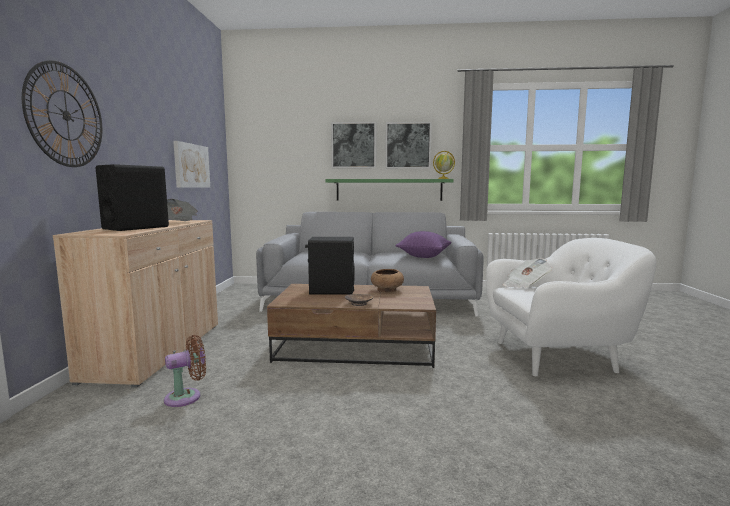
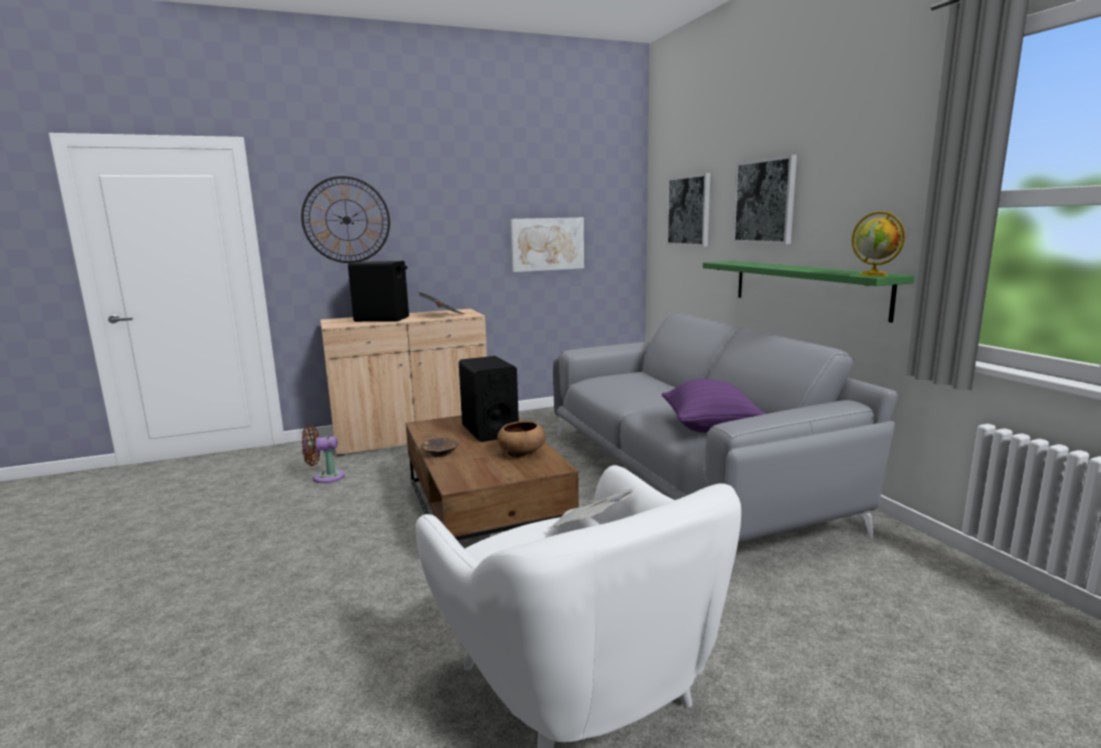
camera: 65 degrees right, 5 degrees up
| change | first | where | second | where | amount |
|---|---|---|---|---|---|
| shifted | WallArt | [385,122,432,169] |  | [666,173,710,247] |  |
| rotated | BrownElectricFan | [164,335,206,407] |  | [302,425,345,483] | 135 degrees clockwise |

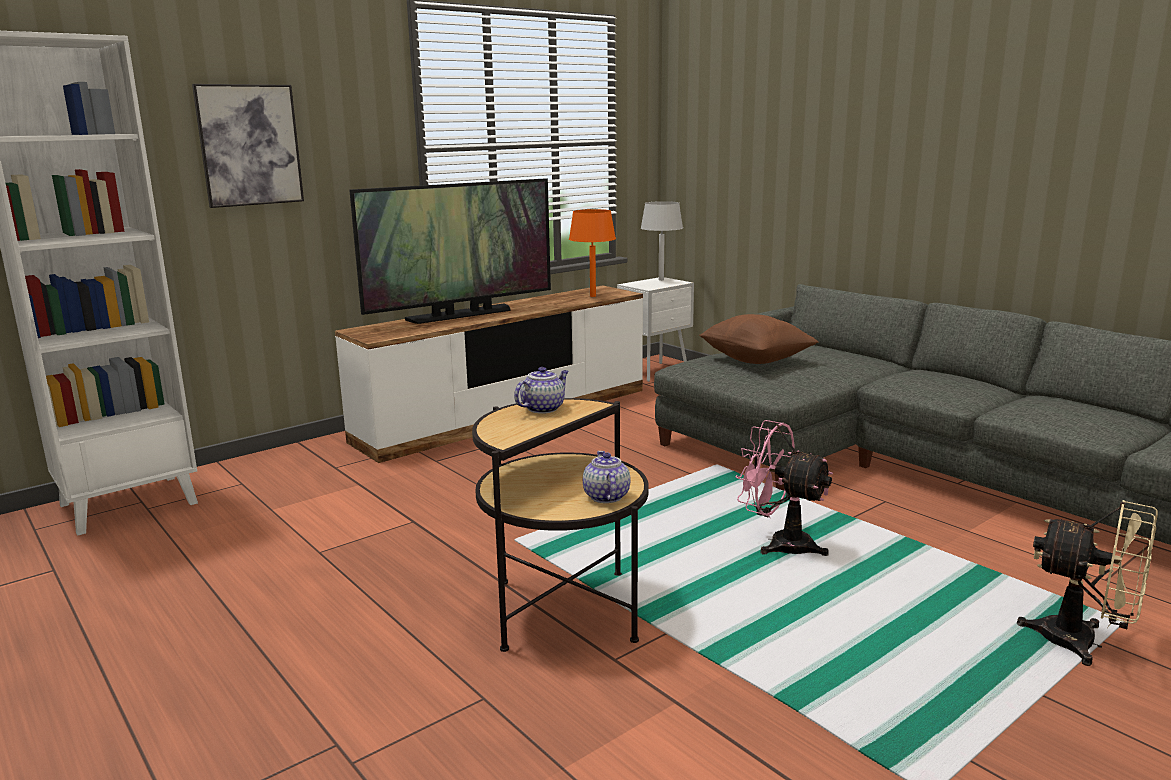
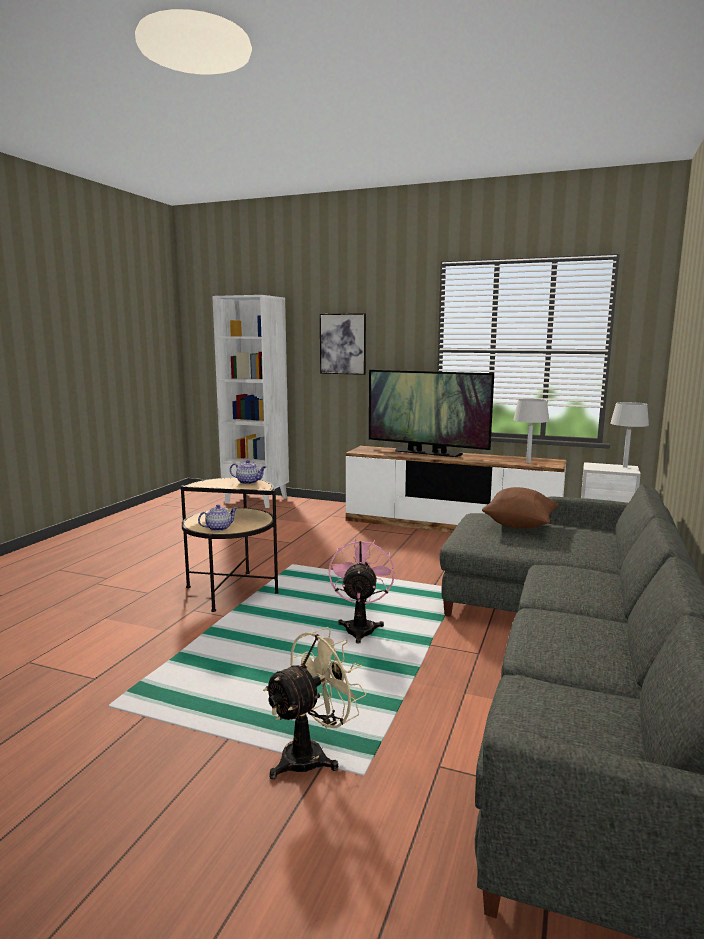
camera: 60 degrees right, 5 degrees down
| change | first | where | second | where | amount |
|---|---|---|---|---|---|
| repainted | OrangeTableLamp | [569,209,616,297] | GreyishTableLamp | [513,399,549,463] |  |
| rotated | BeigeElectricFan | [1017,500,1158,666] |  | [263,627,367,779] | 135 degrees counterclockwise |

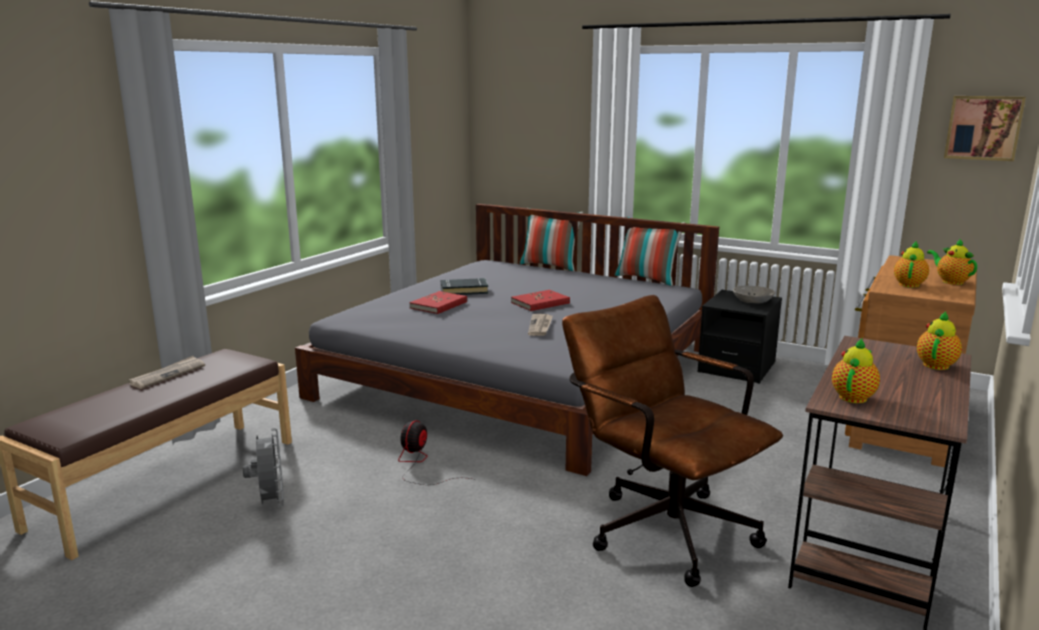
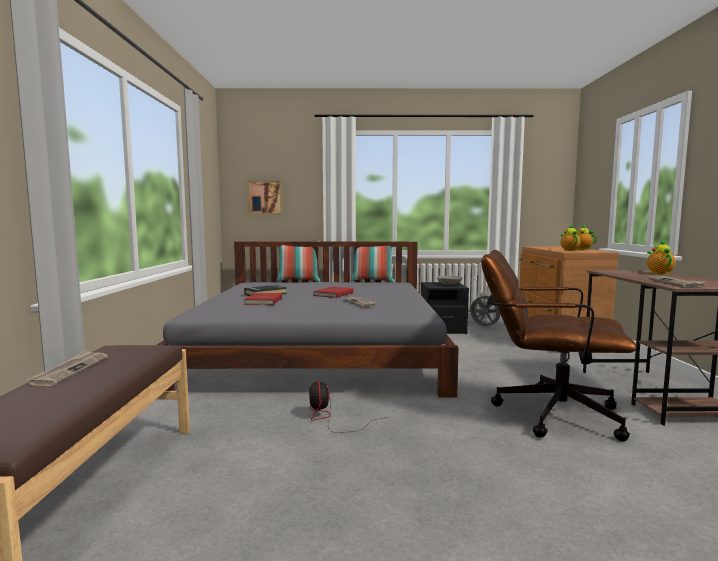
camera: 30 degrees left, 10 degrees down
| change | first | where | second | where | amount |
|---|---|---|---|---|---|
| shifted | WallArt | [944,96,1026,161] |  | [248,181,282,215] |  |
| swapped | PotForTea | [832,338,880,403] | Newspaper | [647,276,707,288] |  |
| shifted | GreyishElectricFan | [243,428,284,507] |  | [470,294,501,327] |  |

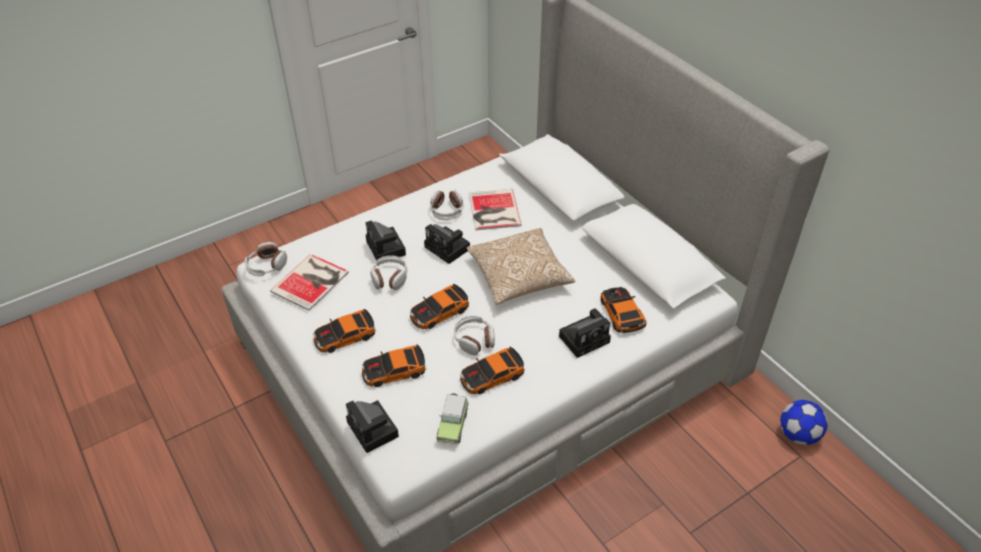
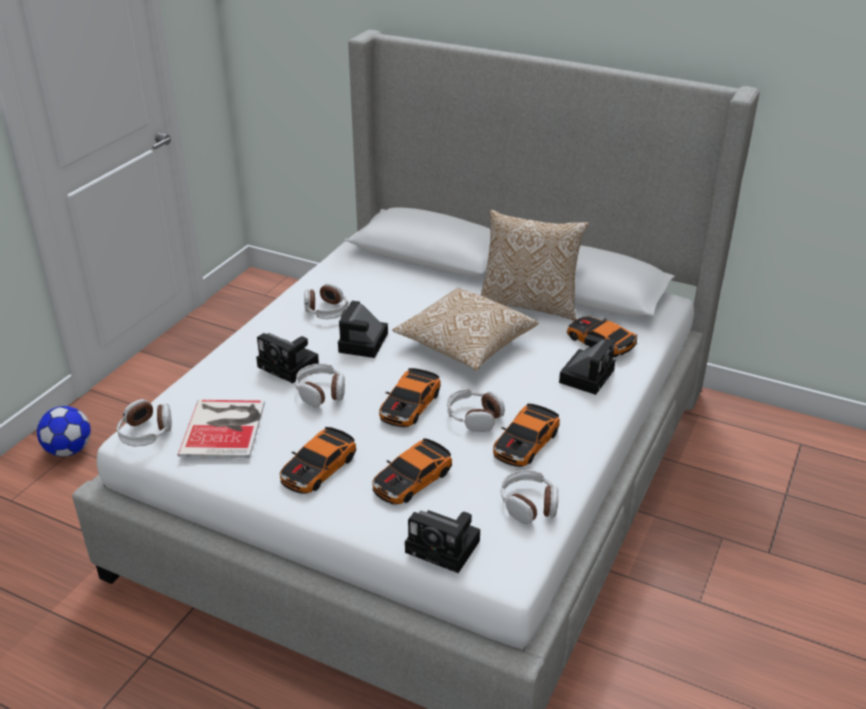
camera: 30 degrees left, 10 degrees down
| change | first | where | second | where | amount |
|---|---|---|---|---|---|
| gone | BoundBook | [469,189,522,230] |  |  |  |
| rotated | PhotoCamera | [424,224,470,264] |  | [338,301,388,358] | 90 degrees clockwise |
| swapped | MiniatureCar | [436,393,469,445] | Headset | [501,470,558,524] |  |
| shifted | Football | [780,400,828,445] |  | [37,406,91,457] |  |
| new |  |  | ThrowPillow | [481,210,589,321] |  |

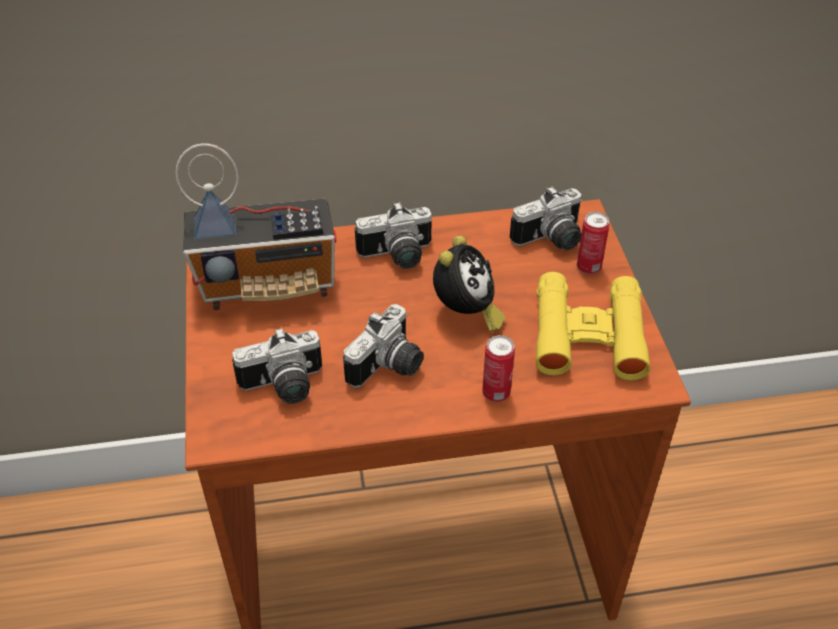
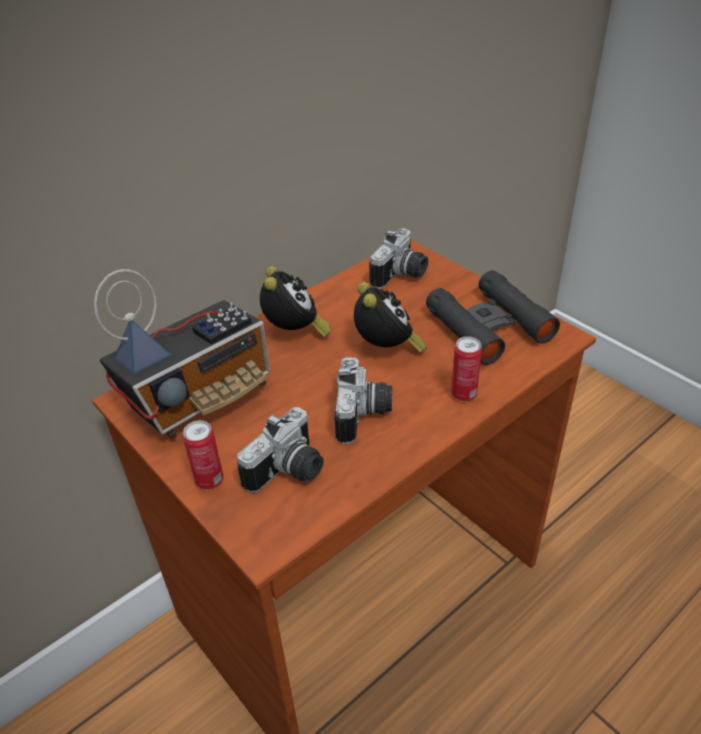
camera: 30 degrees left, 5 degrees down
| change | first | where | second | where | amount |
|---|---|---|---|---|---|
| swapped | PhotoCamera | [355,202,432,269] | TableClock | [260,266,331,338] |  |
| shifted | Can | [577,212,609,274] |  | [183,420,224,490] |  |
| repainted | YellowFieldGlasses | [536,272,650,381] | BlackishFieldGlasses | [426,270,560,365] |  |

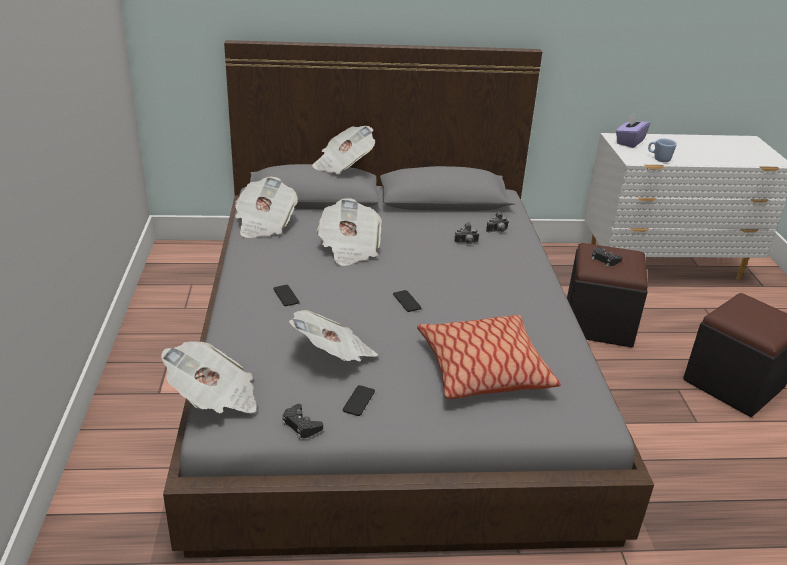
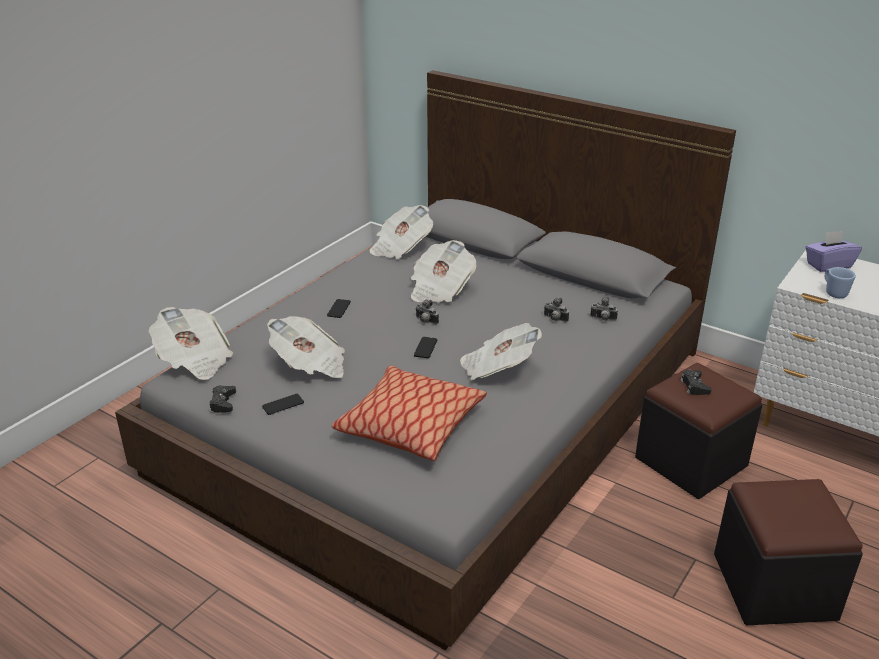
camera: 40 degrees right, 0 degrees up
| change | first | where | second | where | amount |
|---|---|---|---|---|---|
| shifted | Newspaper | [312,126,375,174] |  | [460,323,542,381] |  |
| new |  |  | PhotoCamera | [415,300,439,324] |  |

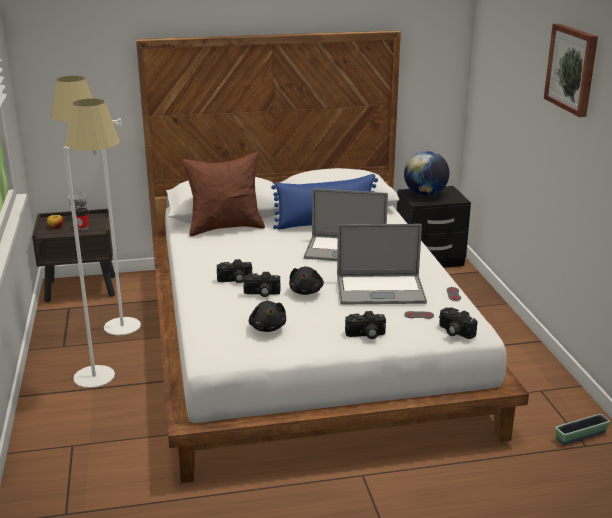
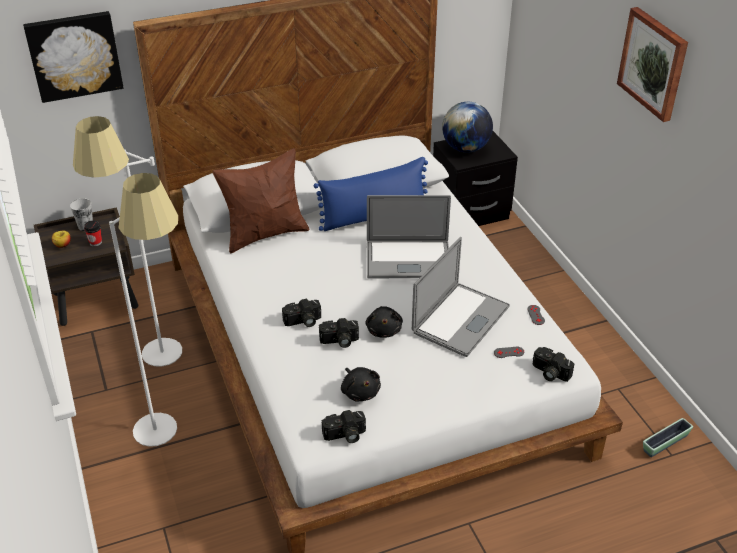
camera: 10 degrees left, 15 degrees up
| change | first | where | second | where | amount |
|---|---|---|---|---|---|
| rotated | PortableComputer | [337,224,427,305] |  | [412,237,510,357] | 45 degrees counterclockwise |
| shifted | PhotoCamera | [345,311,386,339] |  | [322,410,366,443] |  |
| new |  |  | WallArt | [23,11,124,103] |  |

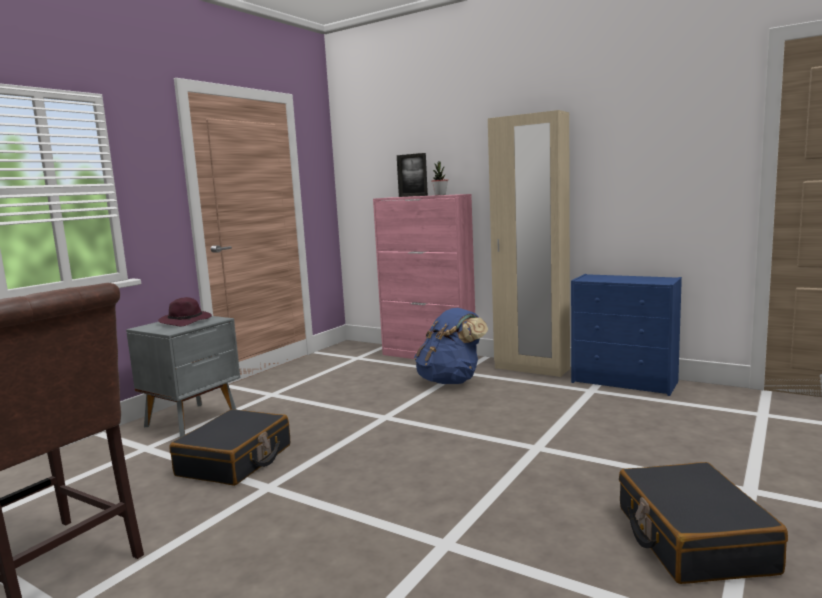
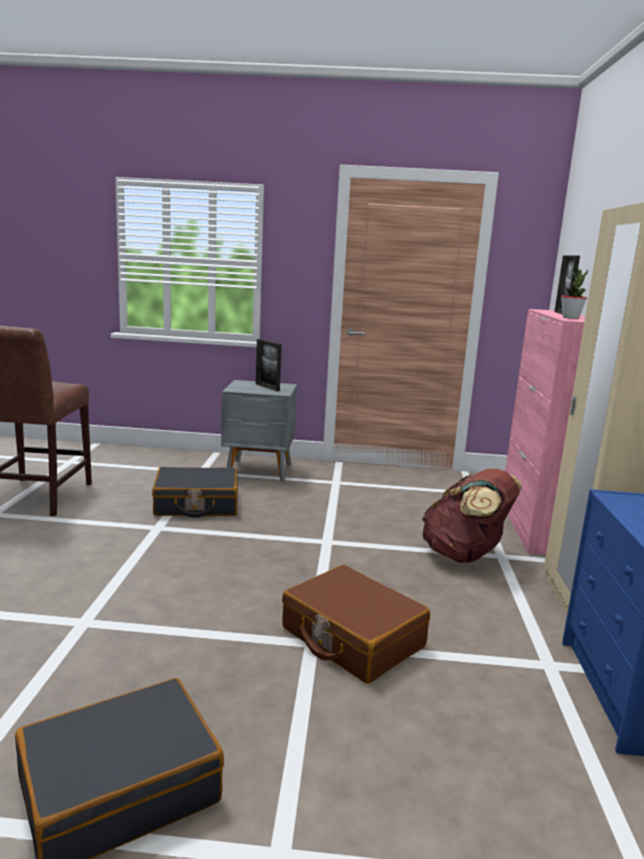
camera: 60 degrees right, 5 degrees up
| change | first | where | second | where | amount |
|---|---|---|---|---|---|
| swapped | PurplishClothingHat | [158,297,212,327] | StandingFrame | [256,339,282,391] |  |
| repainted | BlueColouredRucksack | [414,308,488,384] | BrownRucksack | [422,469,522,563] |  |
| new |  |  | BrownPieceOfLuggage | [282,565,430,684] |  |

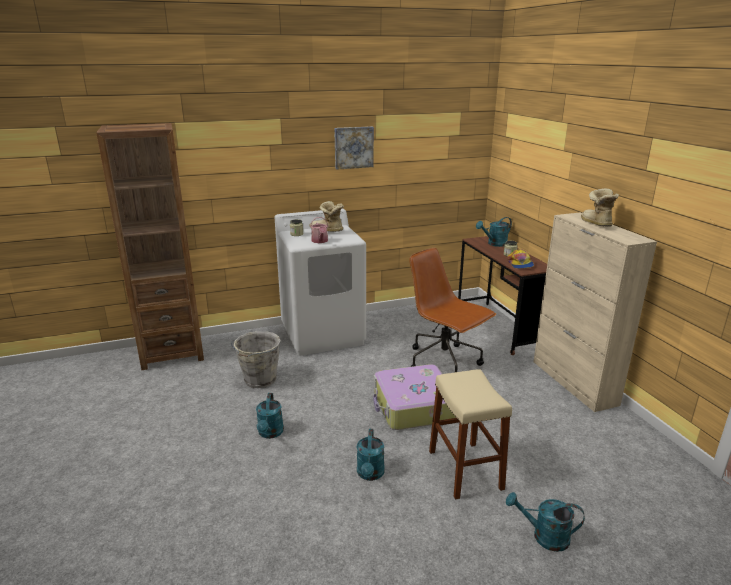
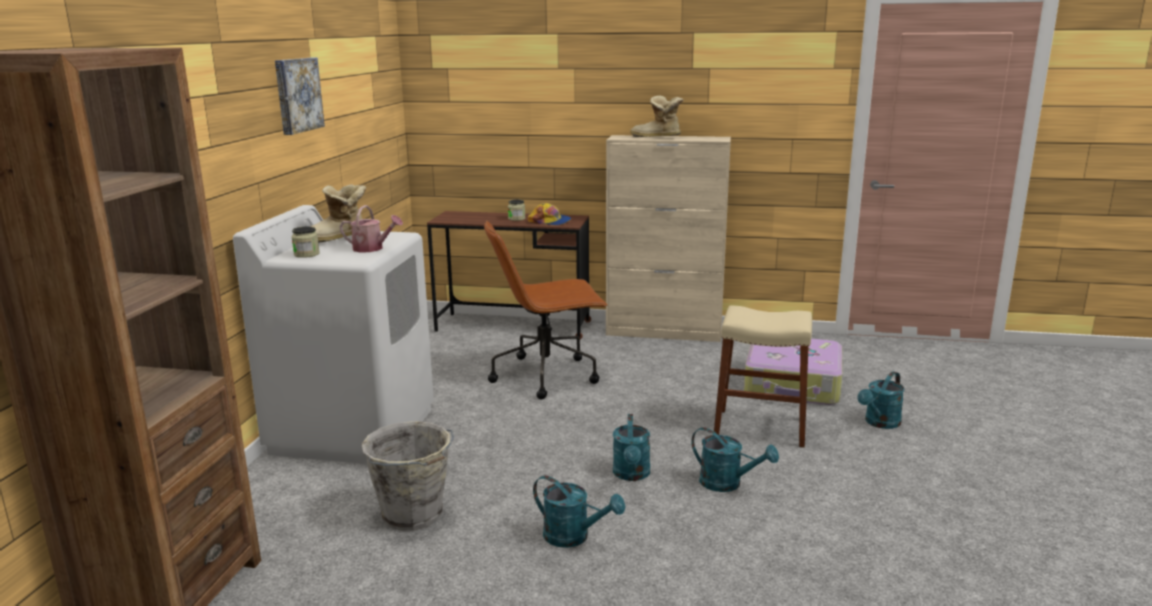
camera: 60 degrees left, 5 degrees down
| change | first | where | second | where | amount |
|---|---|---|---|---|---|
| shifted | TurquoiseSprinklingCan | [476,217,512,247] |  | [613,414,650,481] |  |
| shifted | PieceOfLuggage | [373,364,456,430] |  | [744,339,842,405] |  |

